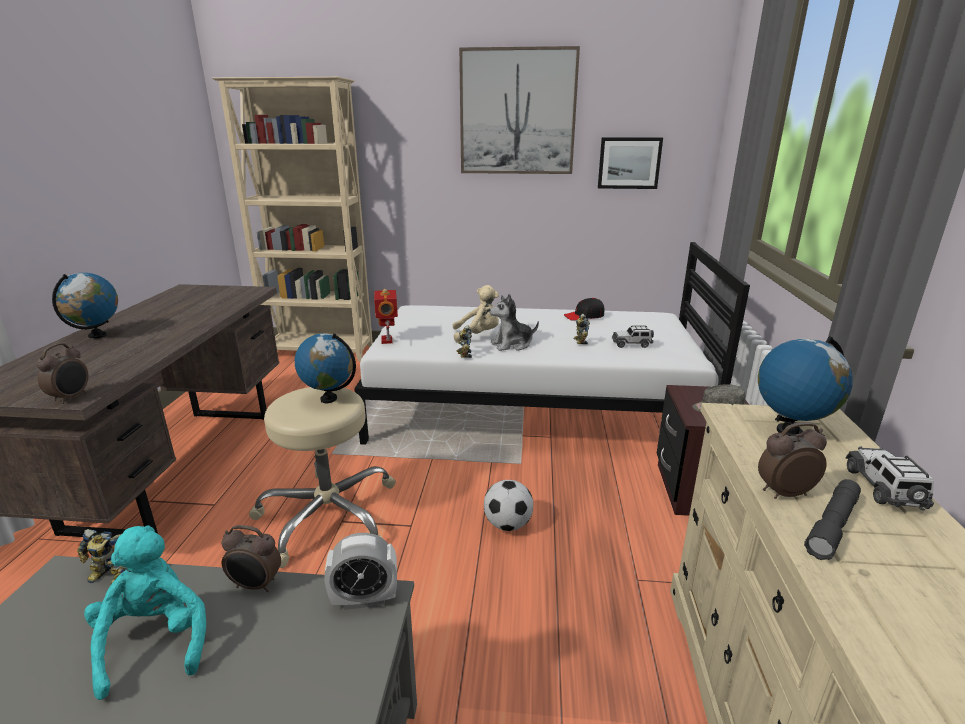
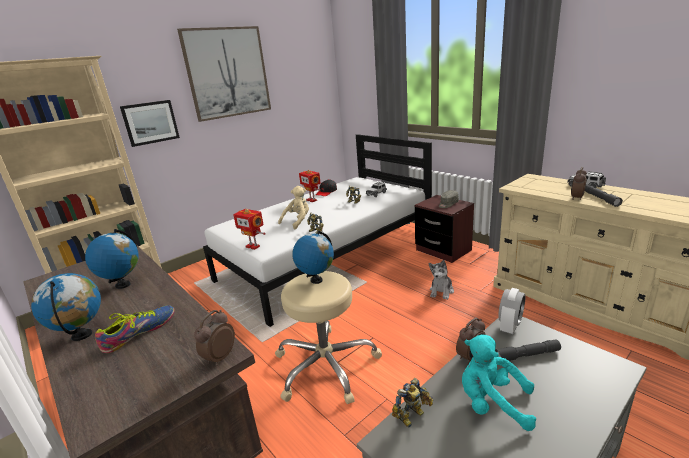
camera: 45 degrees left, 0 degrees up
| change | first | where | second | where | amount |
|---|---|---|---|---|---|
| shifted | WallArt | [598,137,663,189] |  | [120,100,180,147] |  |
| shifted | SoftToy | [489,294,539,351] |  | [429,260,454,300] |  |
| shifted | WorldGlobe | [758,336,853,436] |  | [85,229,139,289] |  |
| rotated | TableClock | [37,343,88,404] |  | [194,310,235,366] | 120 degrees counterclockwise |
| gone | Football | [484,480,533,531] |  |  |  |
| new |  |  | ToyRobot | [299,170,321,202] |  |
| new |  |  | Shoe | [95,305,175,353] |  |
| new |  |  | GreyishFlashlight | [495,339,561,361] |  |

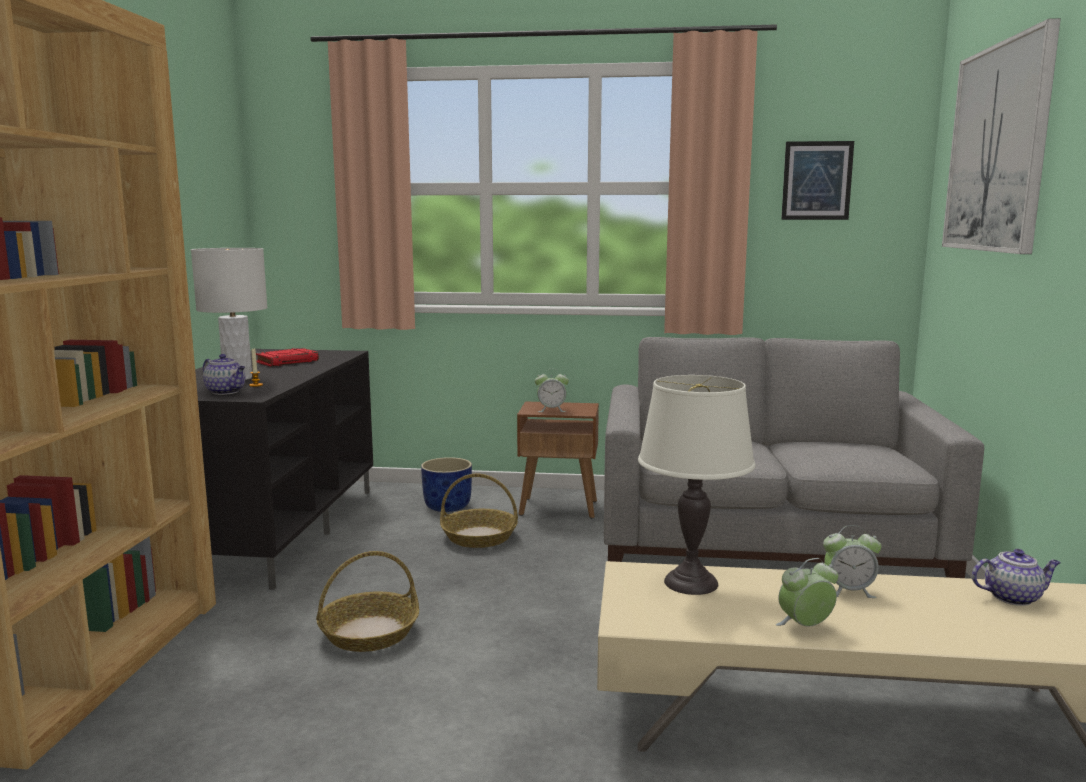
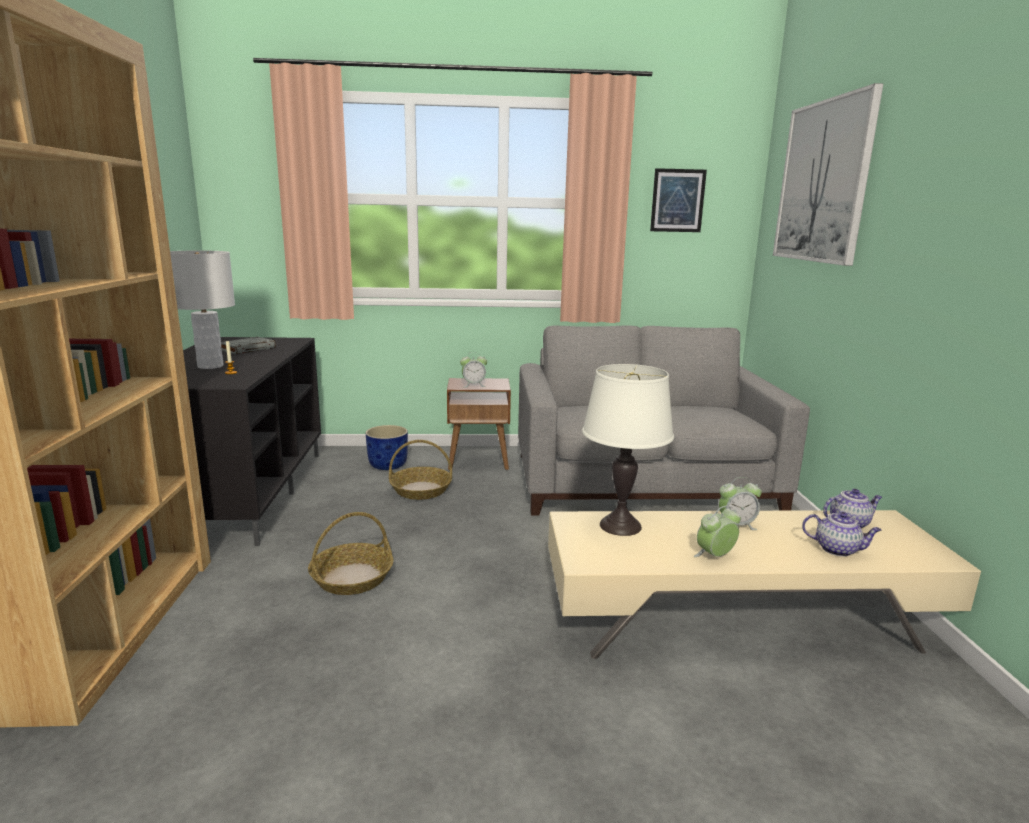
camera: 10 degrees left, 5 degrees up
| change | first | where | second | where | amount |
|---|---|---|---|---|---|
| repainted | ReddishBoundBook | [256,348,319,367] | GreyishBoundBook | [221,337,276,354] |  |
| shifted | PotForTea | [203,354,245,395] |  | [802,512,881,557] |  |

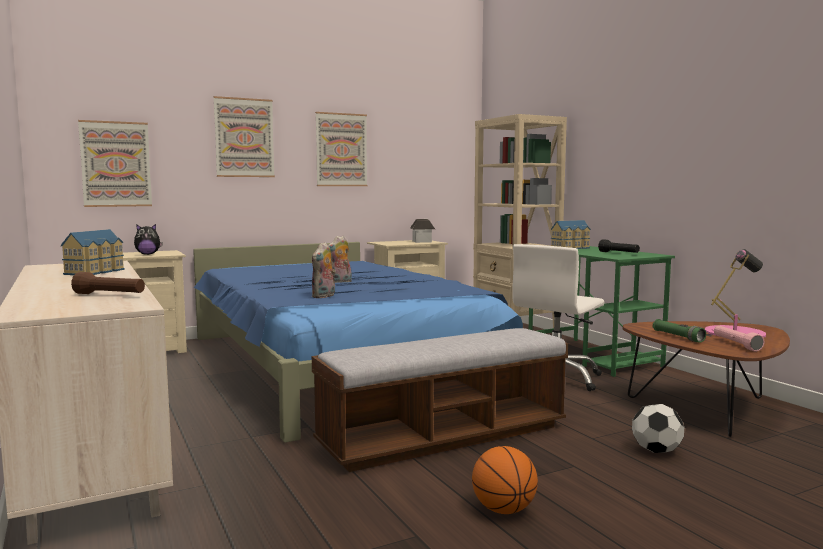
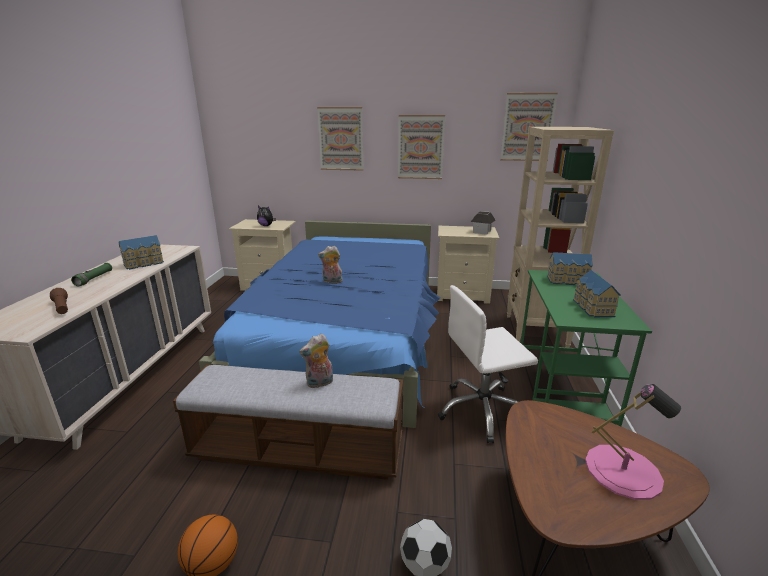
camera: 35 degrees right, 15 degrees up
| change | first | where | second | where | amount |
|---|---|---|---|---|---|
| shifted | WallArt | [78,120,152,207] |  | [500,93,558,161] |  |
| swapped | BlackishFlashlight | [598,239,640,253] | ModelHouse | [573,270,621,317] |  |
| shifted | SoftToy | [312,242,336,298] |  | [299,334,333,388] |  |
| shifted | GreenColouredFlashlight | [652,319,706,343] |  | [71,263,112,287] |  |
| gone | PinkFlashlight | [714,325,765,352] |  |  |  |

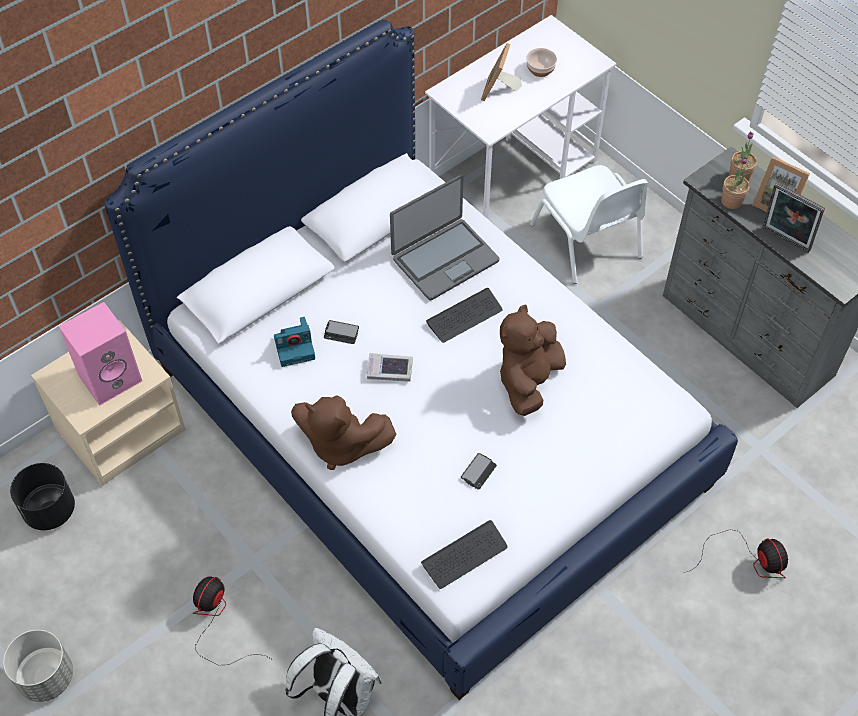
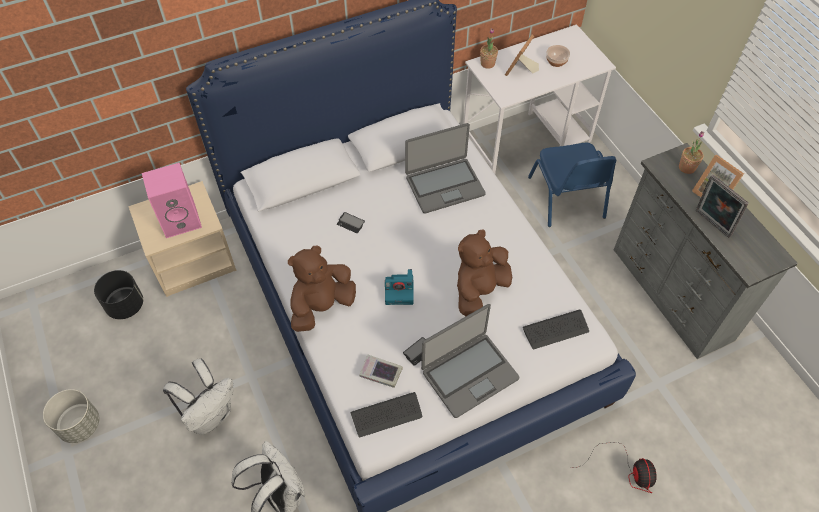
camera: 15 degrees right, 0 degrees up
| change | first | where | second | where | amount |
|---|---|---|---|---|---|
| shifted | PlantInAPot | [721,157,750,209] |  | [480,28,498,69] |  |
| repainted | WhiteChair | [530,165,648,284] | BlueColouredChair | [528,143,616,227] |  |
| shifted | PcKeyboard | [426,288,503,343] |  | [523,310,589,349] |  |
| shifted | PhotoCamera | [274,317,315,367] |  | [385,269,414,305] |  |
| shifted | BoundBook | [367,353,413,382] |  | [359,355,403,388] |  |
| rotated | BrownSoftToy | [291,395,397,470] |  | [288,246,356,332] | 105 degrees clockwise |
| swapped | ElectricFan | [193,576,273,665] | WhiteRucksack | [163,359,233,435] |  |
| new |  |  | PortableComputer | [421,304,519,418] |  |

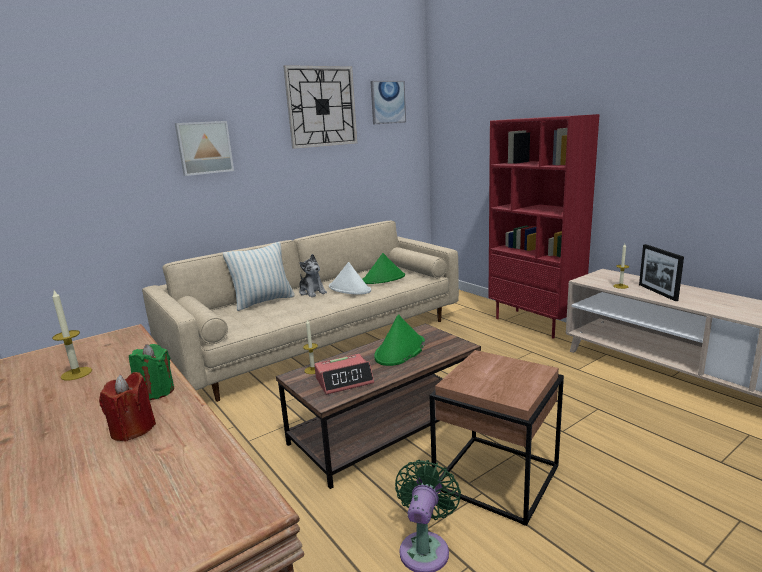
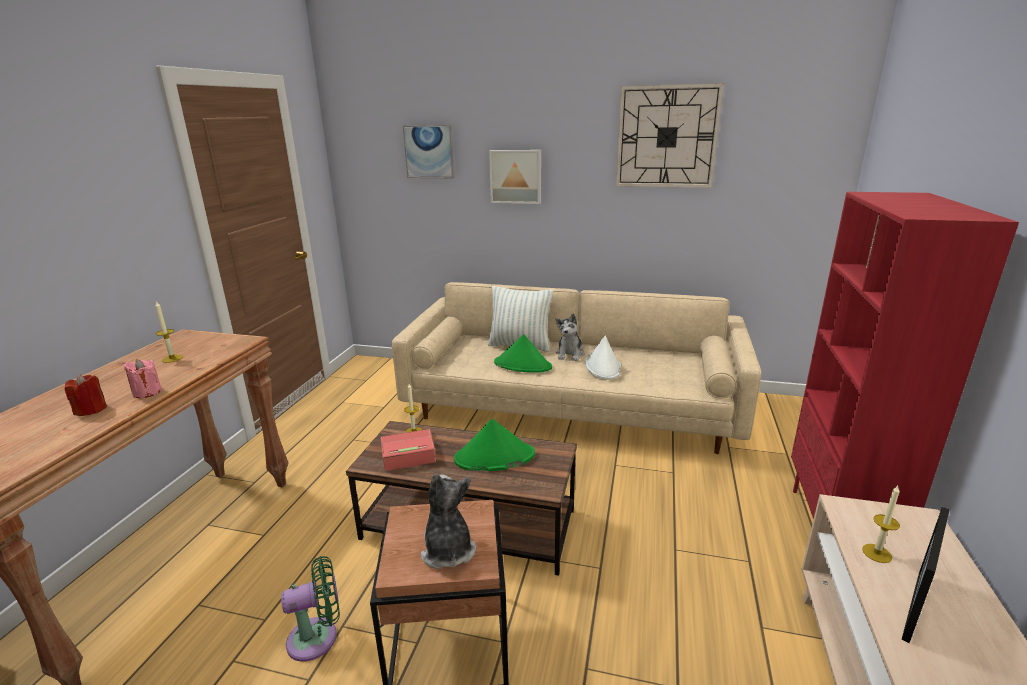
camera: 50 degrees right, 5 degrees up
| change | first | where | second | where | amount |
|---|---|---|---|---|---|
| shifted | WallArt | [370,81,406,125] |  | [403,125,454,178] |  |
| shifted | GreenColouredClothingHat | [362,253,405,284] |  | [494,334,552,373] |  |
| repainted | GreenColouredCandle | [129,344,174,400] | PinkCandle | [124,359,162,398] |  |
| rotated | TableClock | [314,354,374,395] |  | [380,429,436,471] | 135 degrees clockwise |
| new |  |  | SoftToy | [421,473,476,569] |  |

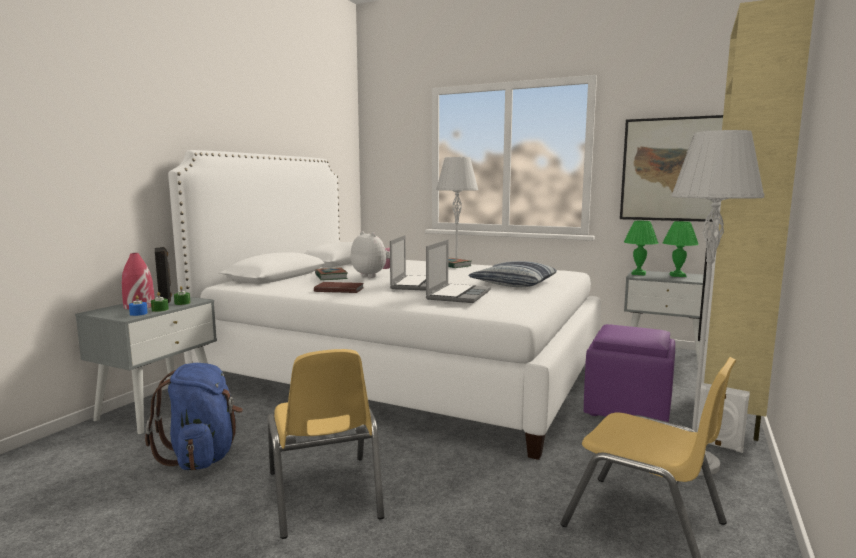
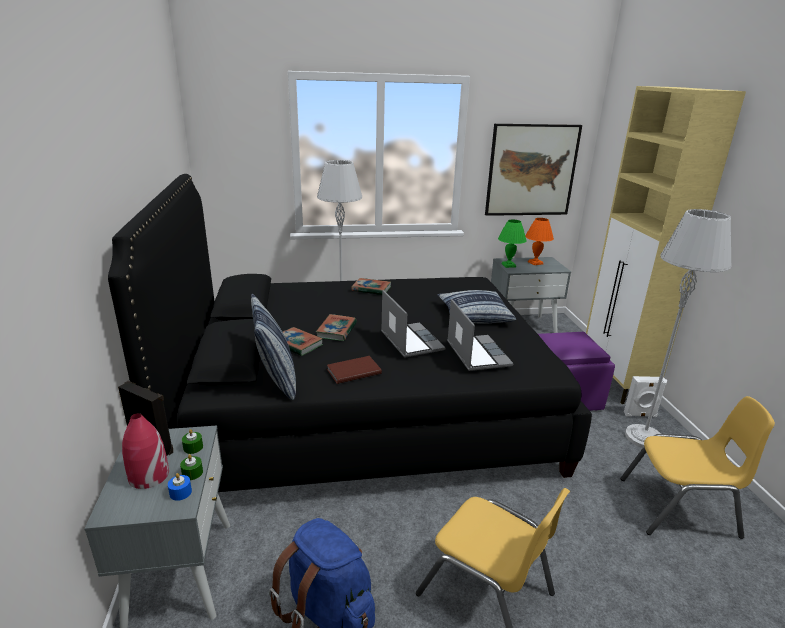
camera: 35 degrees left, 15 degrees up
| change | first | where | second | where | amount |
|---|---|---|---|---|---|
| repainted | WhiteSleepingBed | [168,150,601,460] | BlackishSleepingBed | [108,174,592,492] |  |
| repainted | GreenColouredTableLamp | [663,221,699,277] | OrangeTableLamp | [525,218,554,265] |  |
| swapped | SoftToy | [350,231,390,278] | BoundBook | [316,314,357,341] |  |
| new |  |  | ThrowPillow | [251,294,296,400] |  |

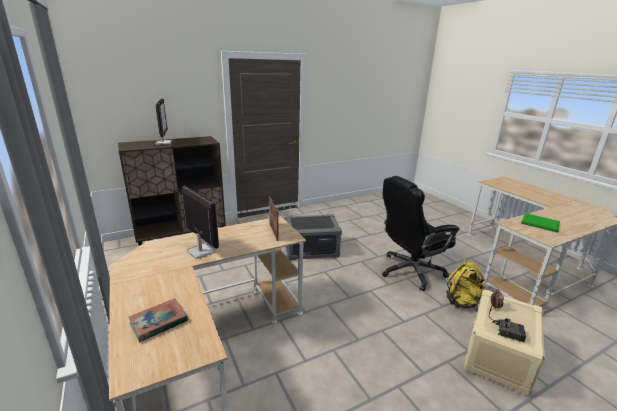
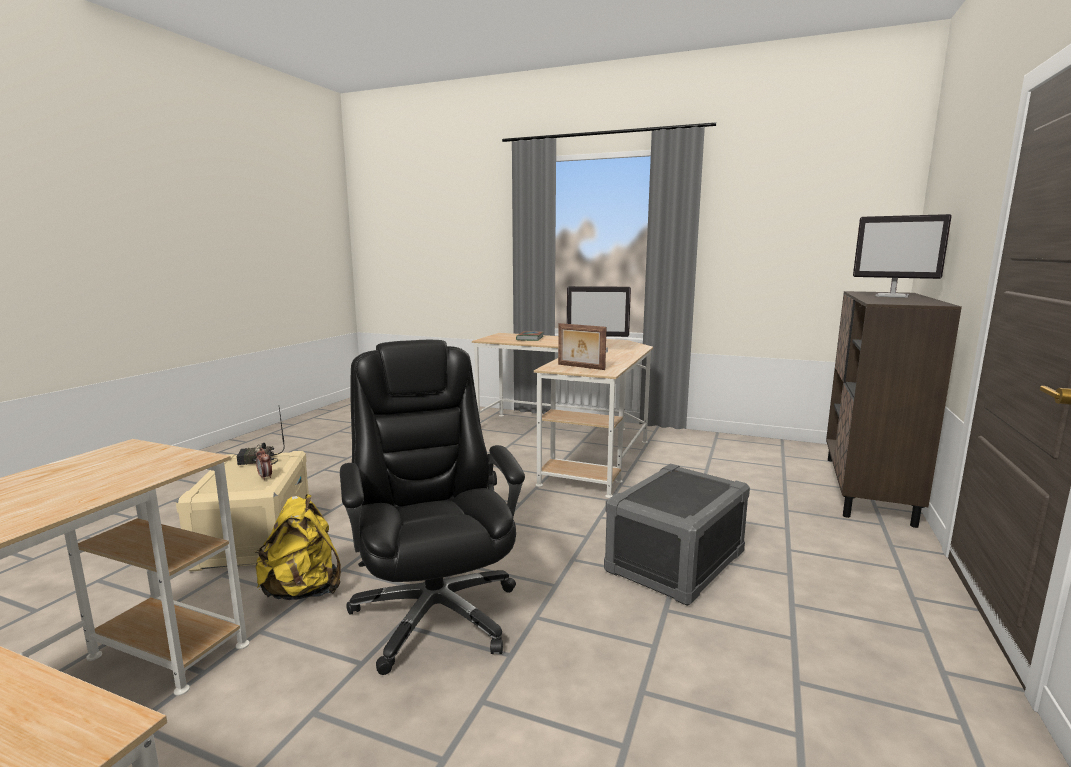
camera: 140 degrees right, 10 degrees down
| change | first | where | second | where | amount |
|---|---|---|---|---|---|
| rotated | BlackishOfficeChair | [382,176,460,291] |  | [340,340,525,675] | 45 degrees counterclockwise |
| gone | GreenColouredBoundBook | [521,213,560,233] |  |  |  |

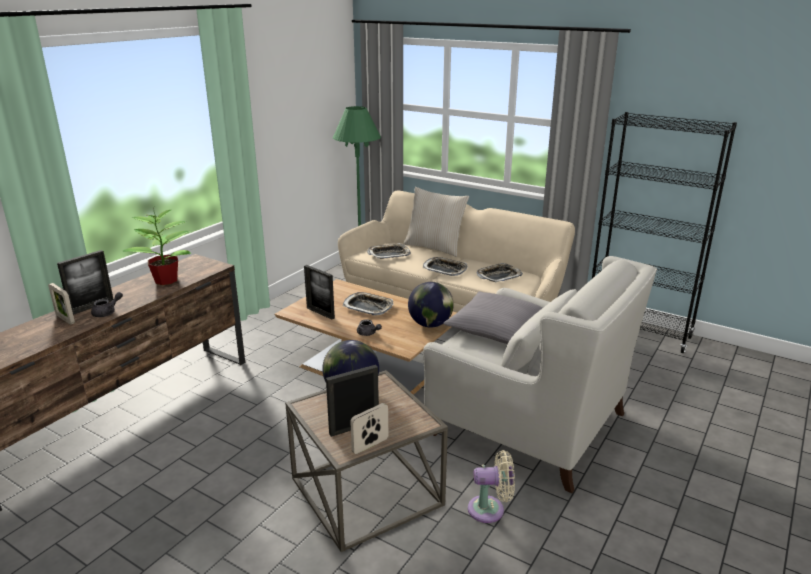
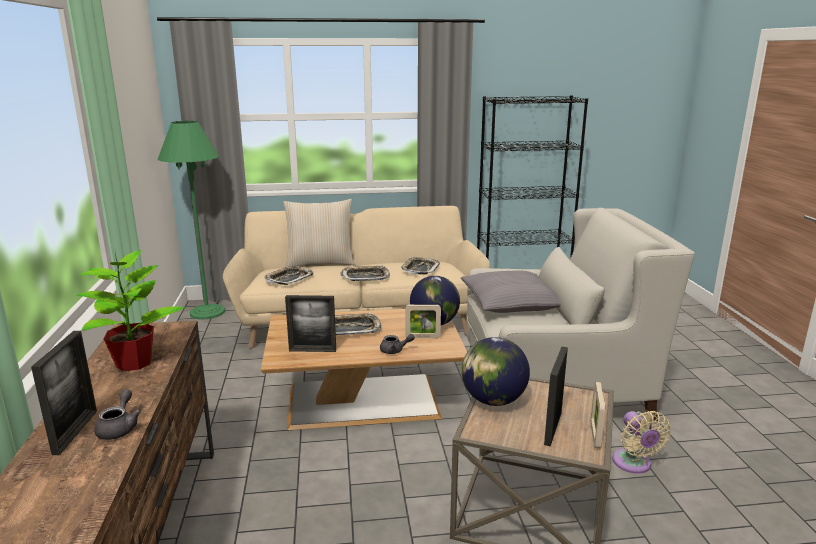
camera: 40 degrees left, 5 degrees down
| change | first | where | second | where | amount |
|---|---|---|---|---|---|
| shifted | StandingFrame | [48,283,75,325] |  | [405,304,441,338] |  |
| rotated | BeigeElectricFan | [468,450,515,523] |  | [612,411,671,474] | 120 degrees clockwise |

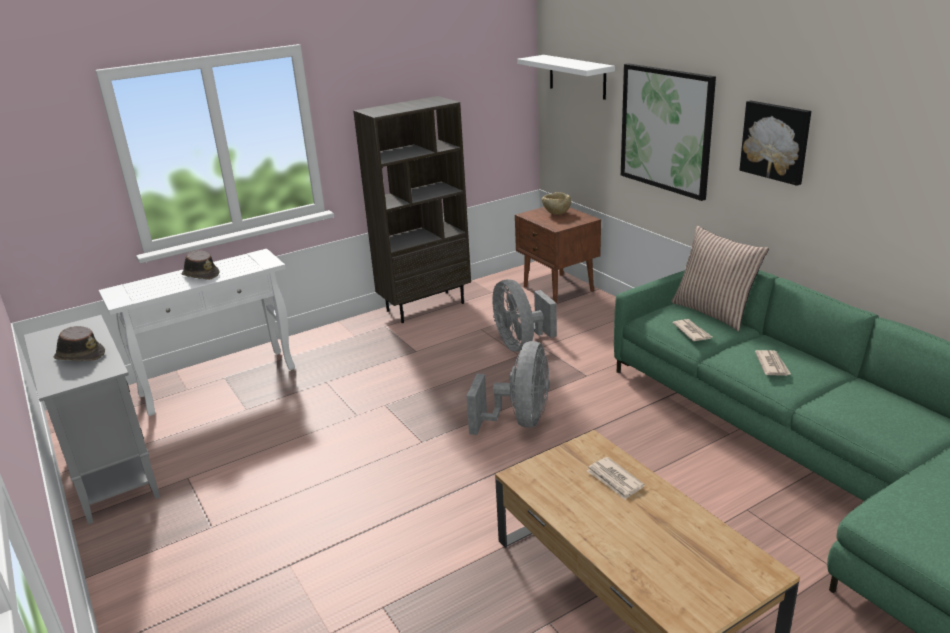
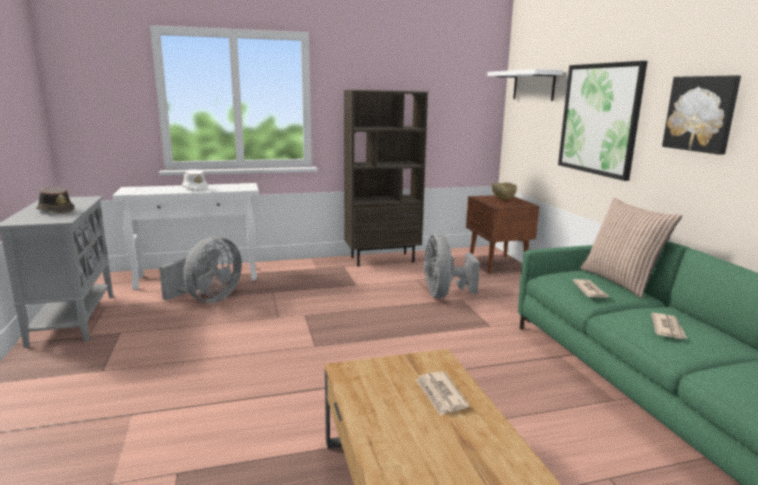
camera: 15 degrees right, 10 degrees down
| change | first | where | second | where | amount |
|---|---|---|---|---|---|
| repainted | BrownClothingHat | [182,251,220,280] | WhiteClothingHat | [182,169,208,190] |  |
| shifted | GreyishElectricFan | [466,341,549,435] |  | [159,237,242,303] |  |

